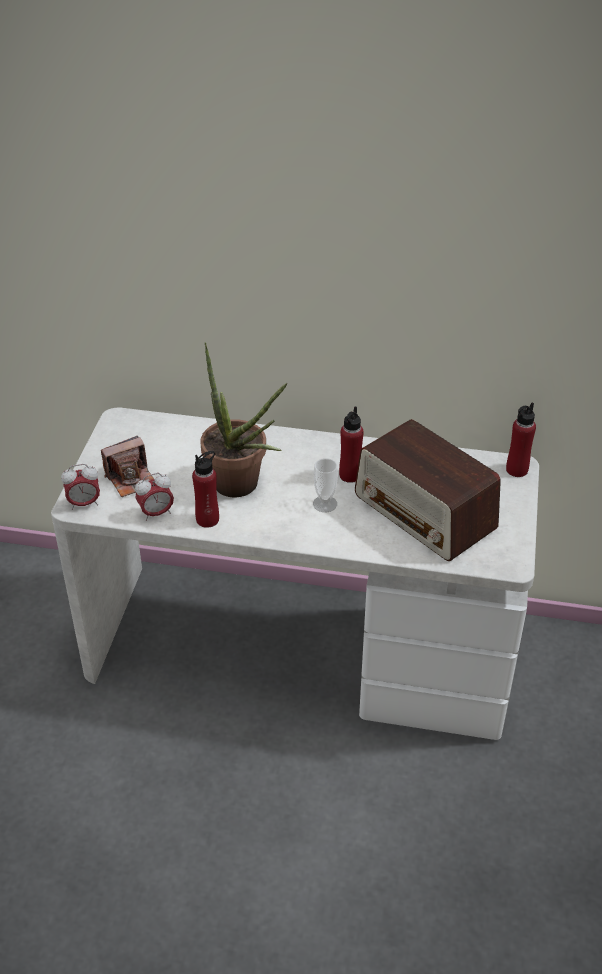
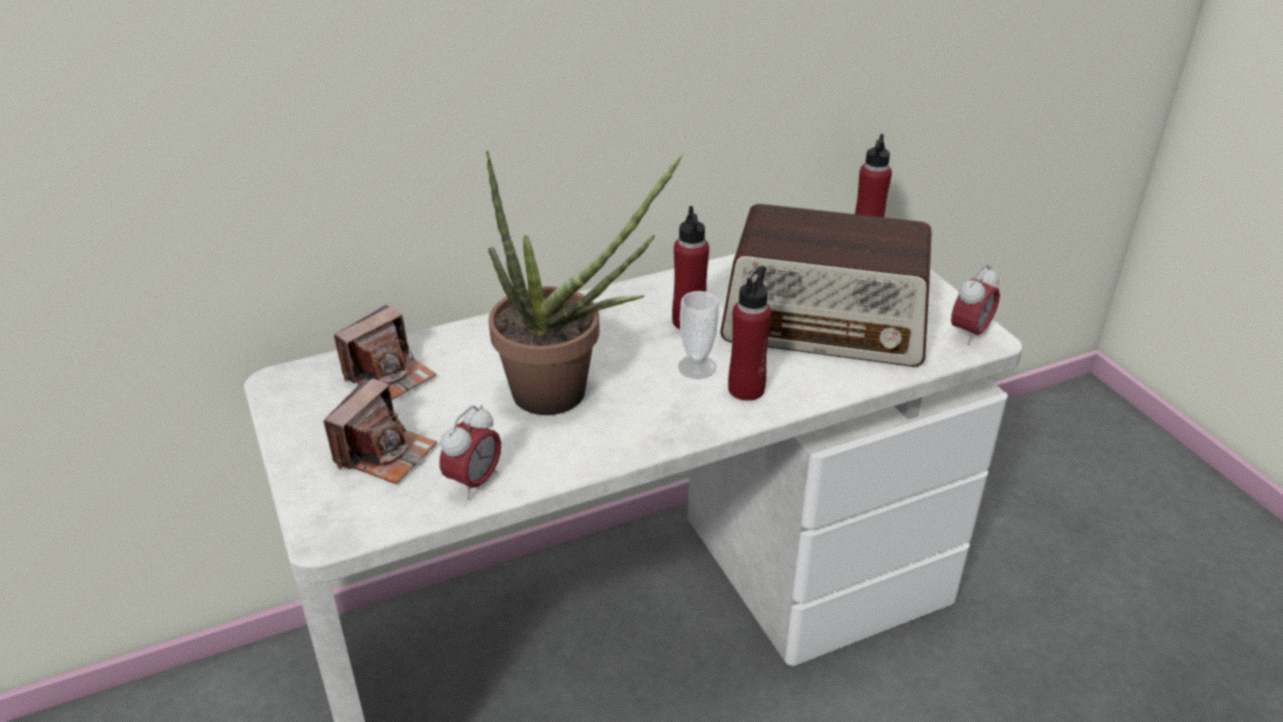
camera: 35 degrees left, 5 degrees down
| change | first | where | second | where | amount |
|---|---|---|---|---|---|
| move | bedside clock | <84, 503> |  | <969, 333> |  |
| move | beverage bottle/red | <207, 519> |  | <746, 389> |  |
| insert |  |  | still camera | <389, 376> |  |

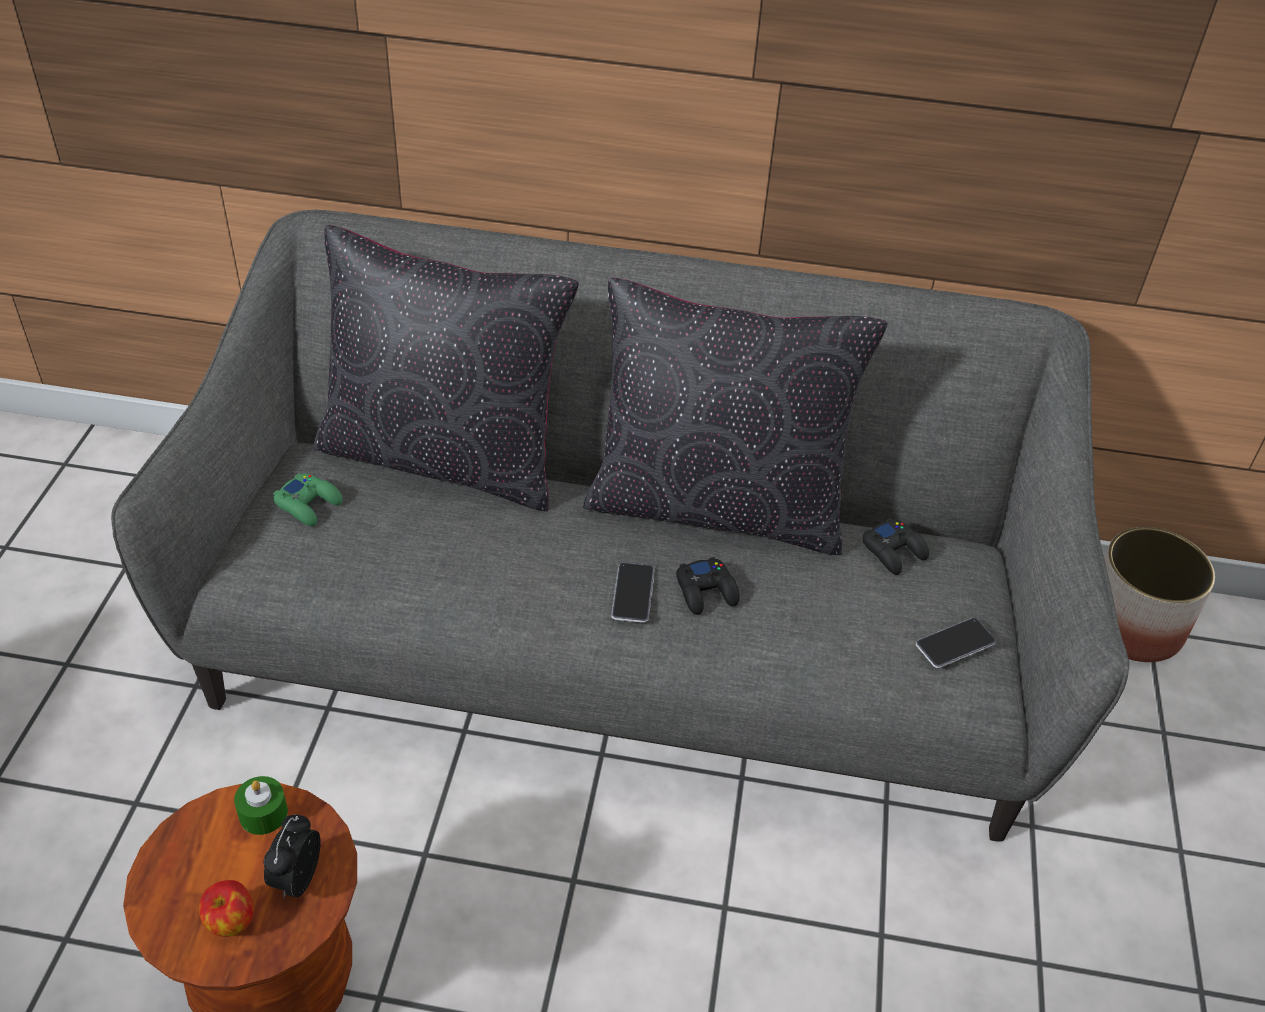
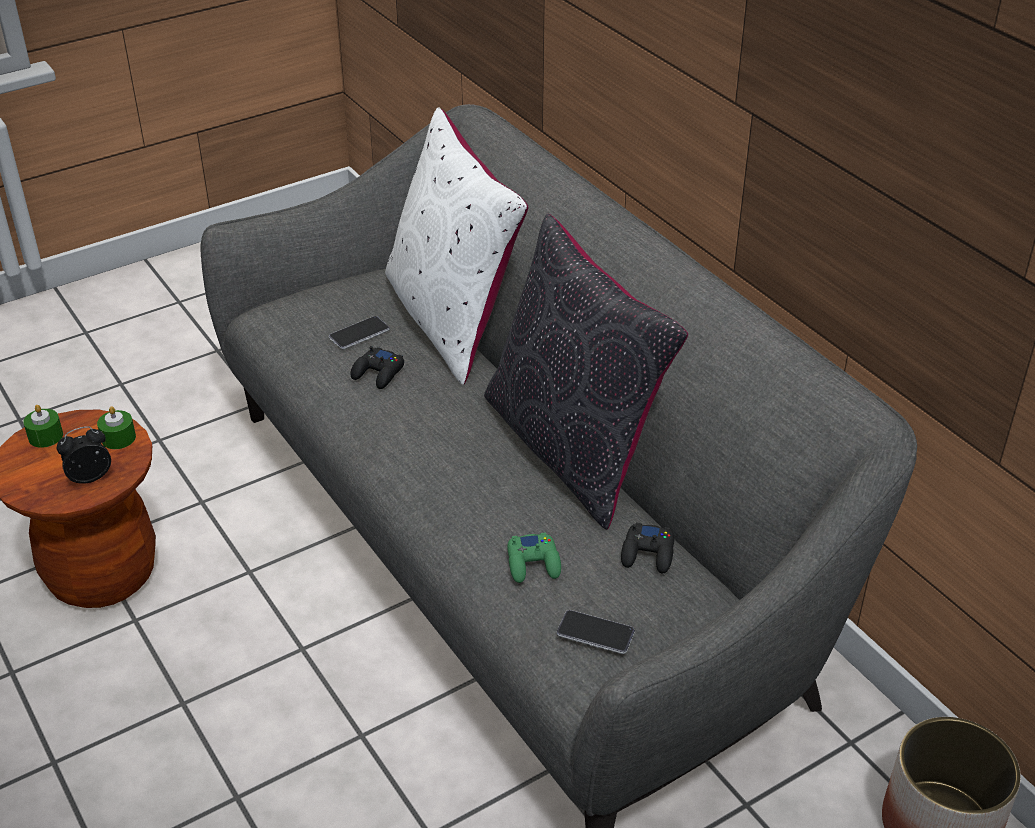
camera: 50 degrees right, 5 degrees down
| change | first | where | second | where | amount |
|---|---|---|---|---|---|
| delete | apple fruit | <230, 921> |  |  |  |
| move | game controller/greenish | <309, 504> |  | <533, 563> |  |
| recolor | throw pillow/blackish | <444, 456> | throw pillow/white | <452, 319> |  |
| move | telephone | <633, 593> |  | <359, 334> |  |
| move | game controller/blackish | <706, 591> |  | <378, 373> |  |
| insert |  |  | wax light/greenish | <45, 436> |  |

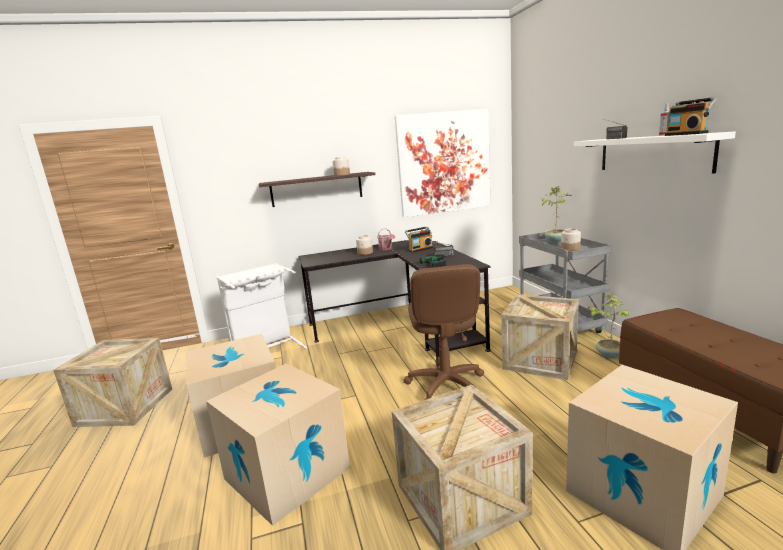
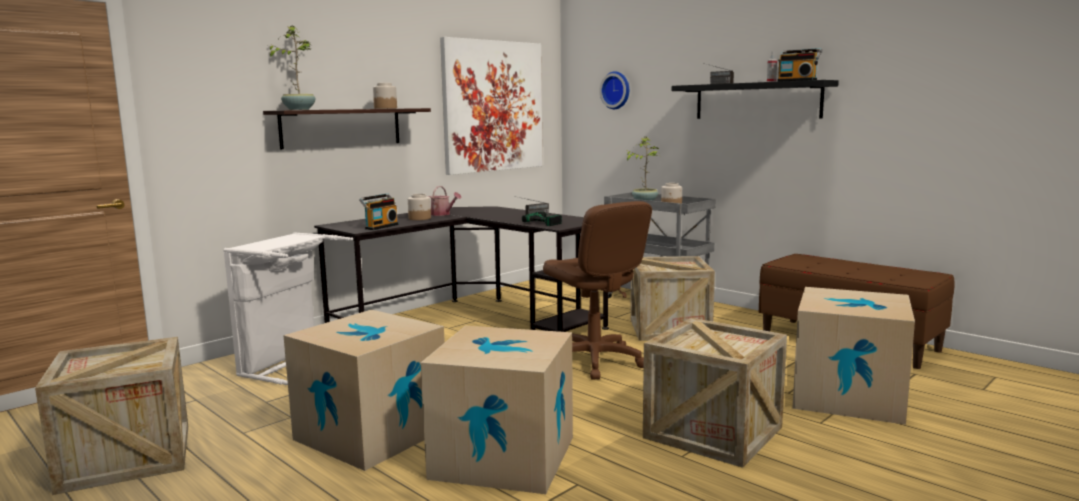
camera: 30 degrees left, 5 degrees down
| change | first | where | second | where | amount |
|---|---|---|---|---|---|
| move | radio | <420, 249> |  | <380, 226> |  |
| recolor | bracket shelf/white | <652, 153> | bracket shelf/blackish | <756, 101> |  |
| move | plant in a pot | <609, 354> |  | <299, 109> |  |
| insert |  |  | wall clock | <616, 90> |  |

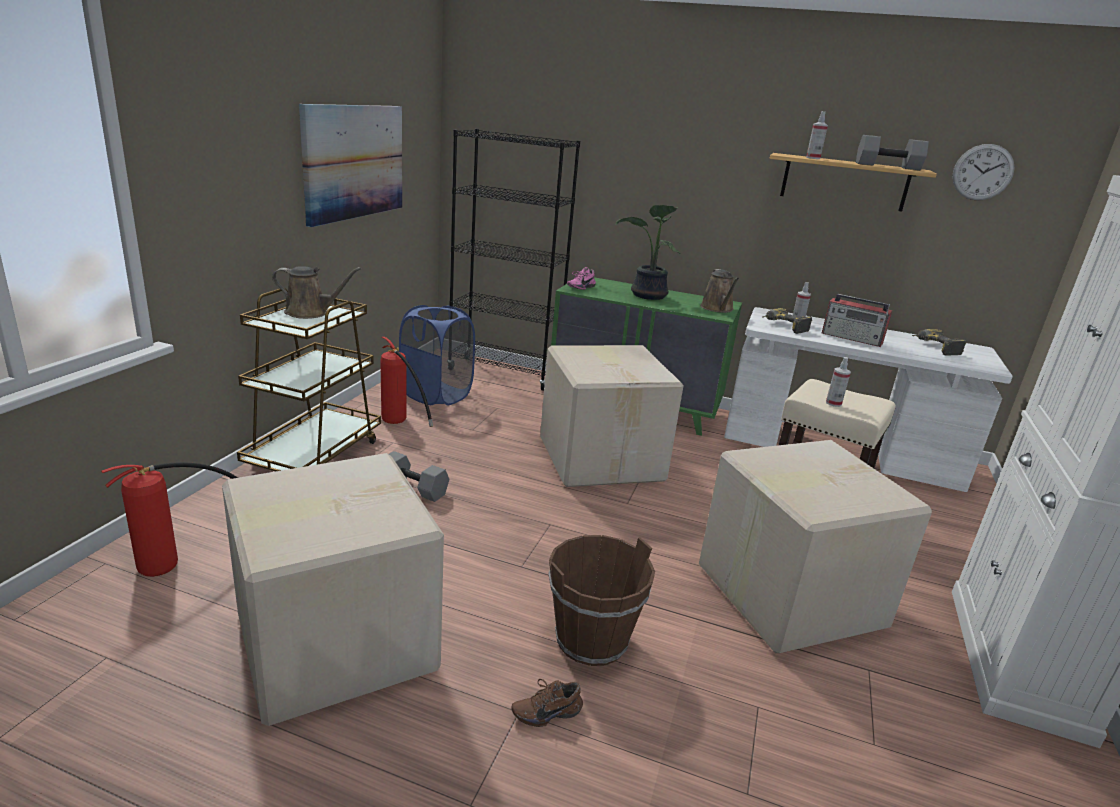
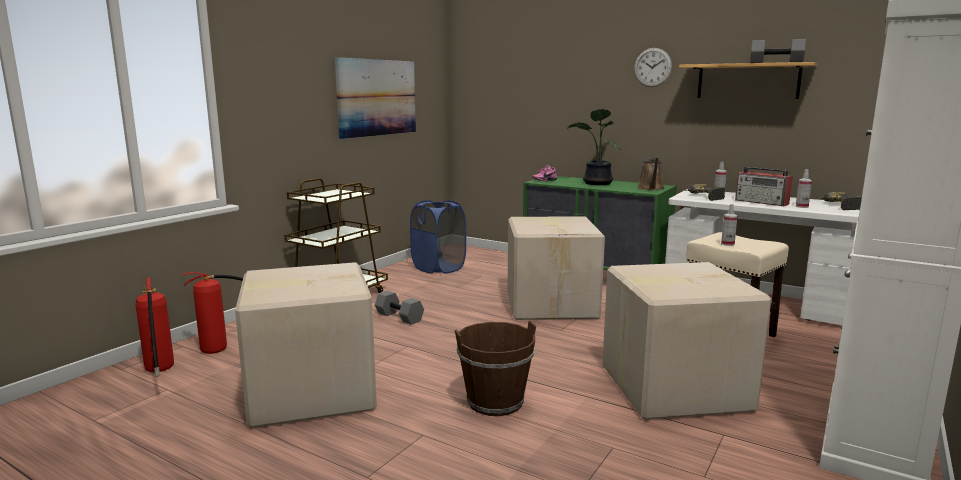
camera: 15 degrees right, 10 degrees down
| change | first | where | second | where | amount |
|---|---|---|---|---|---|
| delete | watering pot/brownish | <310, 313> |  |  |  |
| move | fire extinguisher | <400, 425> |  | <159, 374> |  |
| delete | shelving unit/blackish | <503, 374> |  |  |  |
| delete | low shoe/brownish | <546, 711> |  |  |  |
| move | spray bottle | <813, 158> |  | <802, 206> |  |
| move | wall clock | <982, 172> |  | <652, 67> |  |

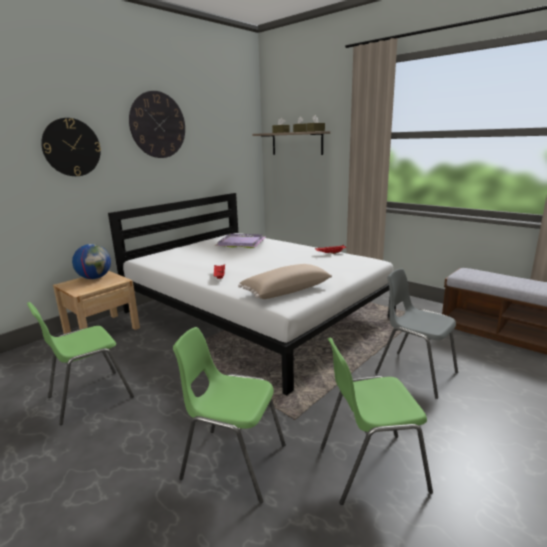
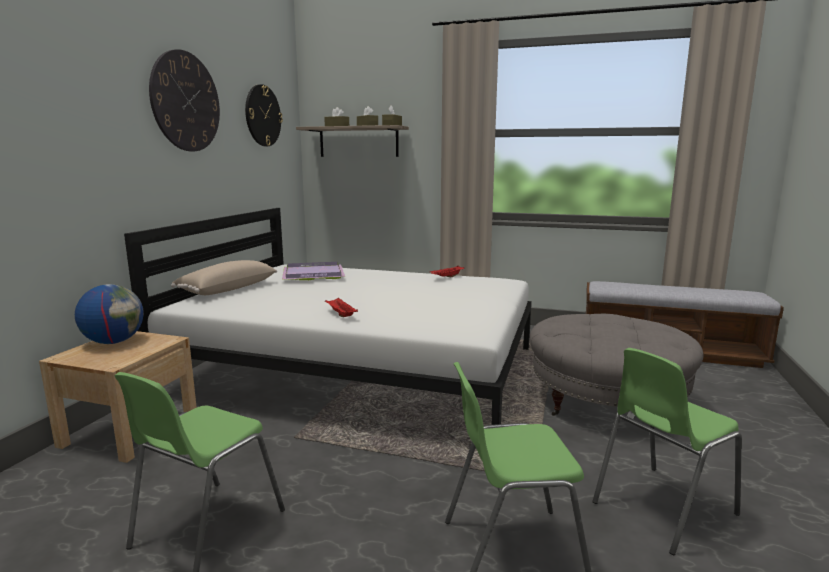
camera: 25 degrees left, 5 degrees down
| change | first | where | second | where | amount |
|---|---|---|---|---|---|
| move | wall clock | <71, 147> |  | <262, 115> |  |
| move | throw pillow/beige-coloured | <285, 291> |  | <227, 289> |  |
| replace | upright chair/grey | <415, 373> | pouffe/grey | <606, 401> |  |

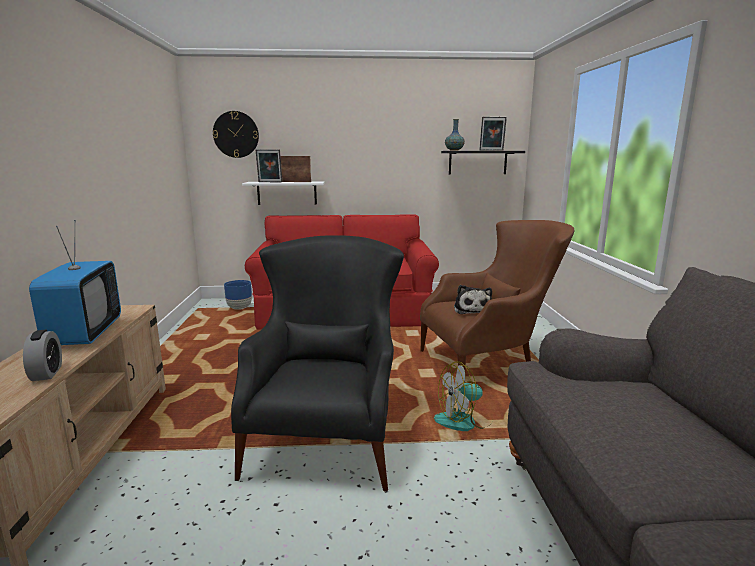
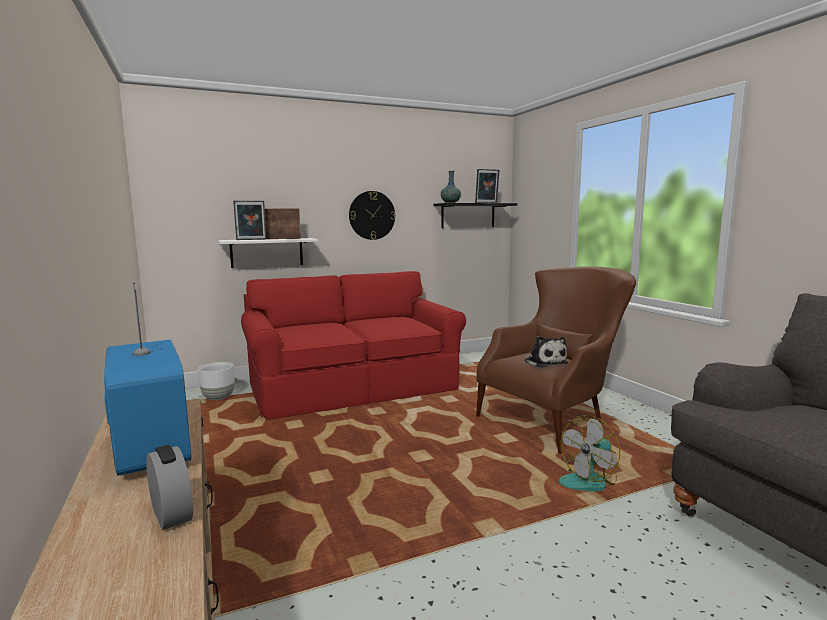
camera: 20 degrees left, 5 degrees down
| change | first | where | second | where | amount |
|---|---|---|---|---|---|
| move | wall clock | <236, 134> |  | <372, 215> |  |
| recolor | plant pot/bluish | <239, 308> | plant pot/white | <218, 398> |  |
| delete | lounge chair/blackish | <327, 435> |  |  |  |

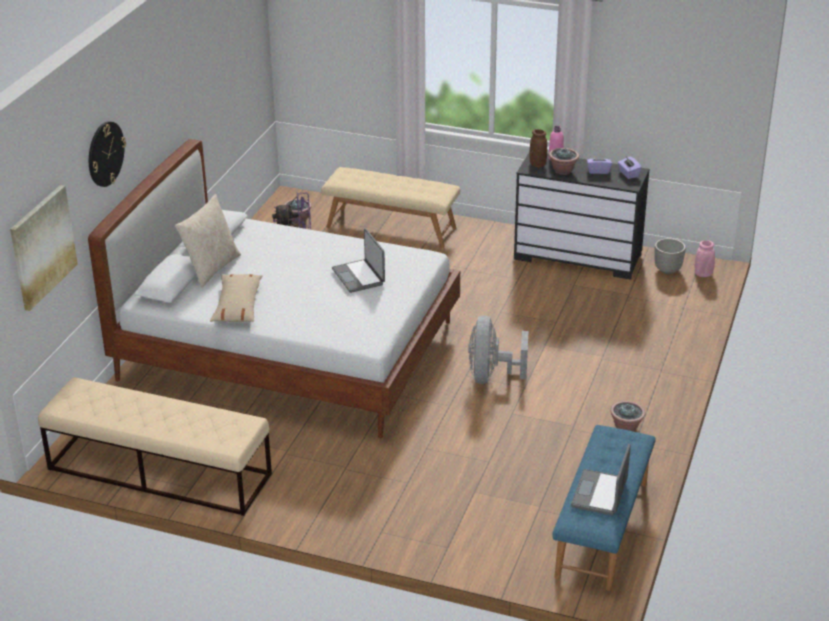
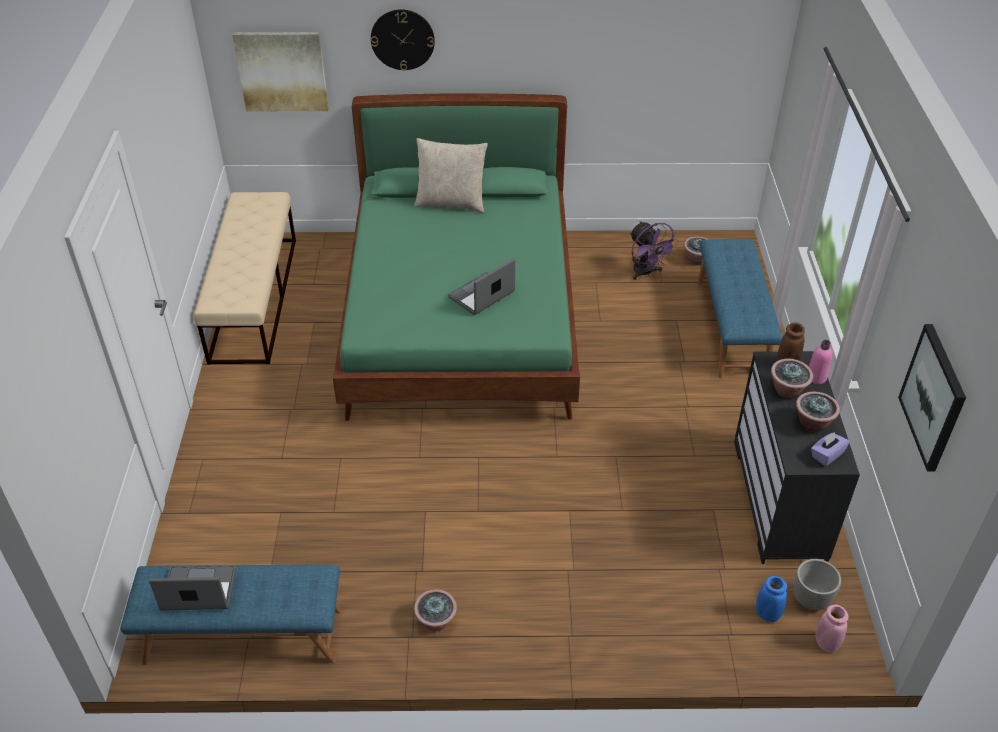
camera: 70 degrees right, 10 degrees up
| change | first | where | second | where | amount |
|---|---|---|---|---|---|
| recolor | bedroom bed/white | <289, 351> | bedroom bed/greenish | <462, 320> |  |
| delete | throw pillow/beige-coloured | <238, 306> |  |  |  |
| recolor | indoor bench/beige-coloured | <391, 227> | indoor bench/bluish | <732, 327> |  |
| delete | cooling fan/grey | <491, 376> |  |  |  |
| replace | tissue box/purplish | <598, 171> | plant in a pot | <812, 424> |  |
| insert |  |  | flower vase/bluish | <767, 614> |  |
| insert |  |  | picture | <933, 397> |  |

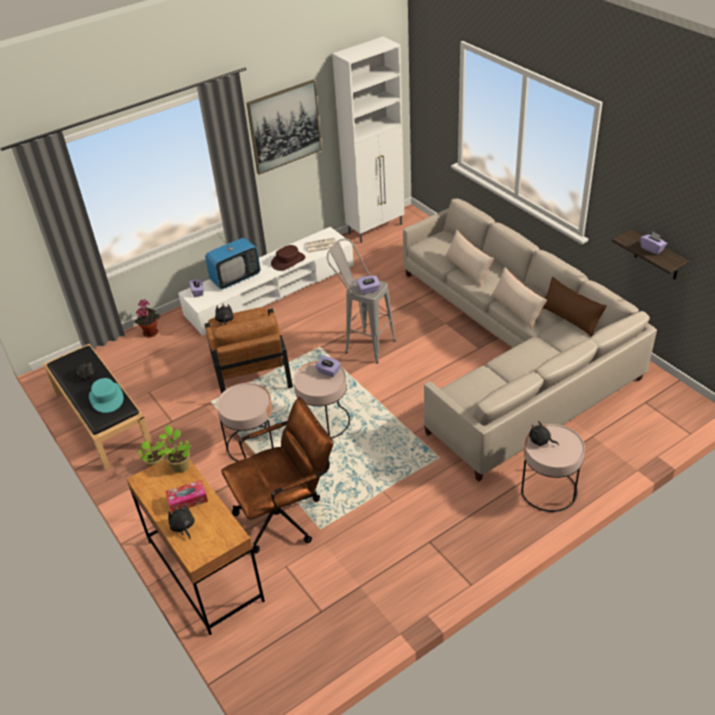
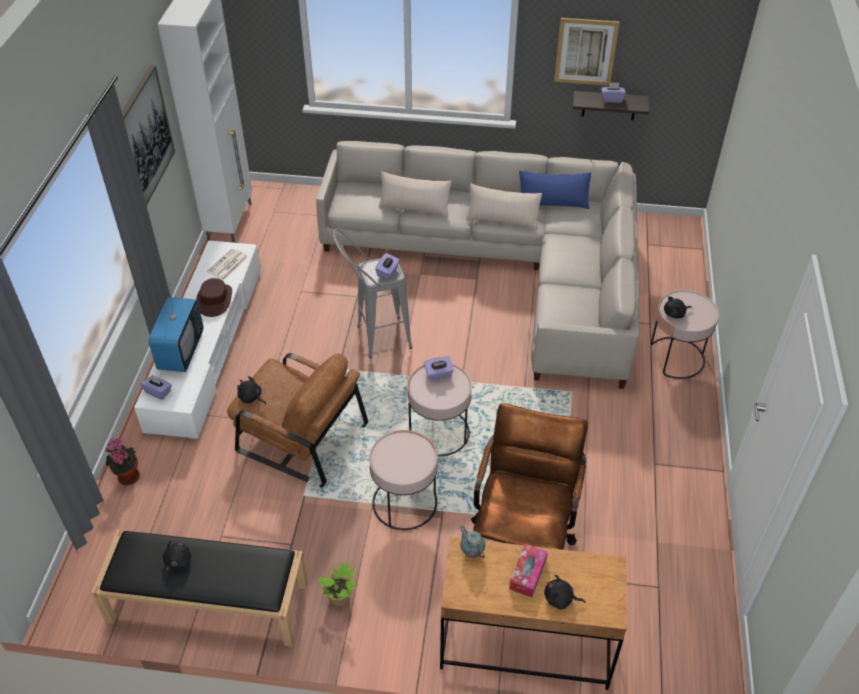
camera: 50 degrees left, 5 degrees up
| change | first | where | second | where | amount |
|---|---|---|---|---|---|
| delete | hat/turquoise | <106, 398> |  |  |  |
| replace | plant in a pot | <180, 465> | teapot | <471, 551> |  |
| recolor | throw pillow/brownish | <570, 318> | throw pillow/bluish | <552, 202> |  |
| insert |  |  | picture | <585, 51> |  |

